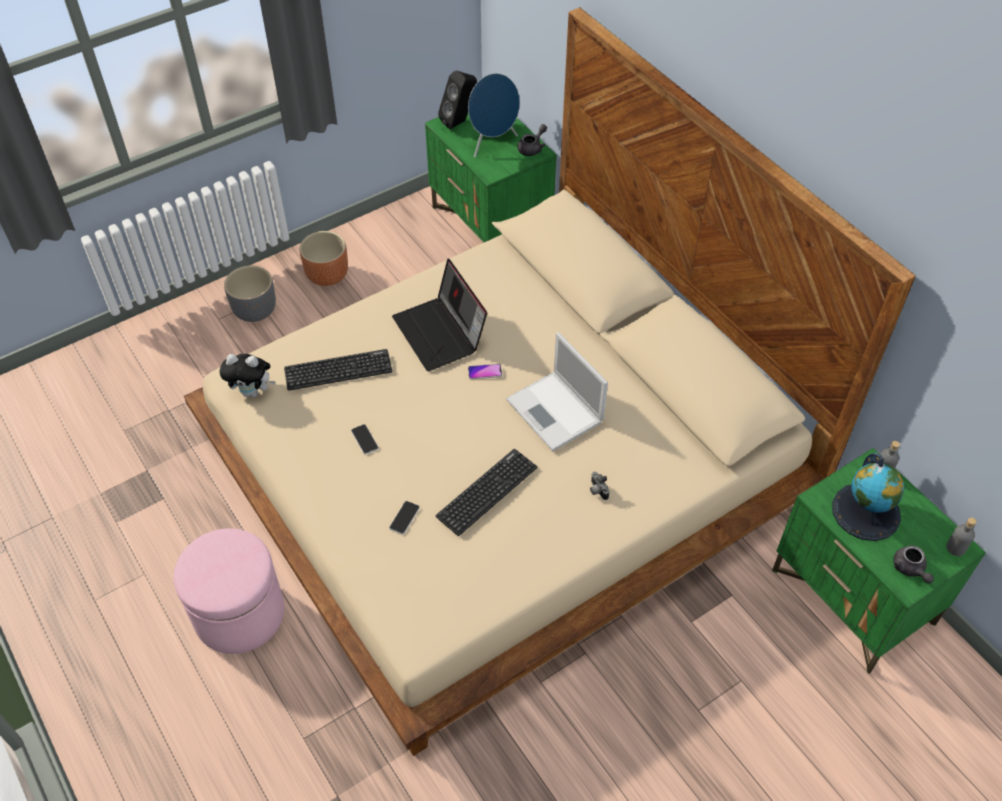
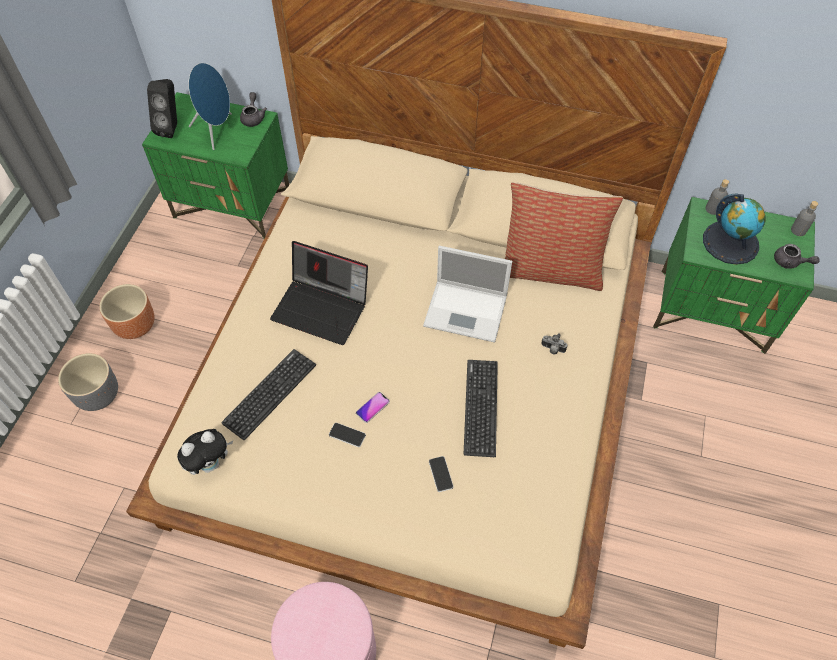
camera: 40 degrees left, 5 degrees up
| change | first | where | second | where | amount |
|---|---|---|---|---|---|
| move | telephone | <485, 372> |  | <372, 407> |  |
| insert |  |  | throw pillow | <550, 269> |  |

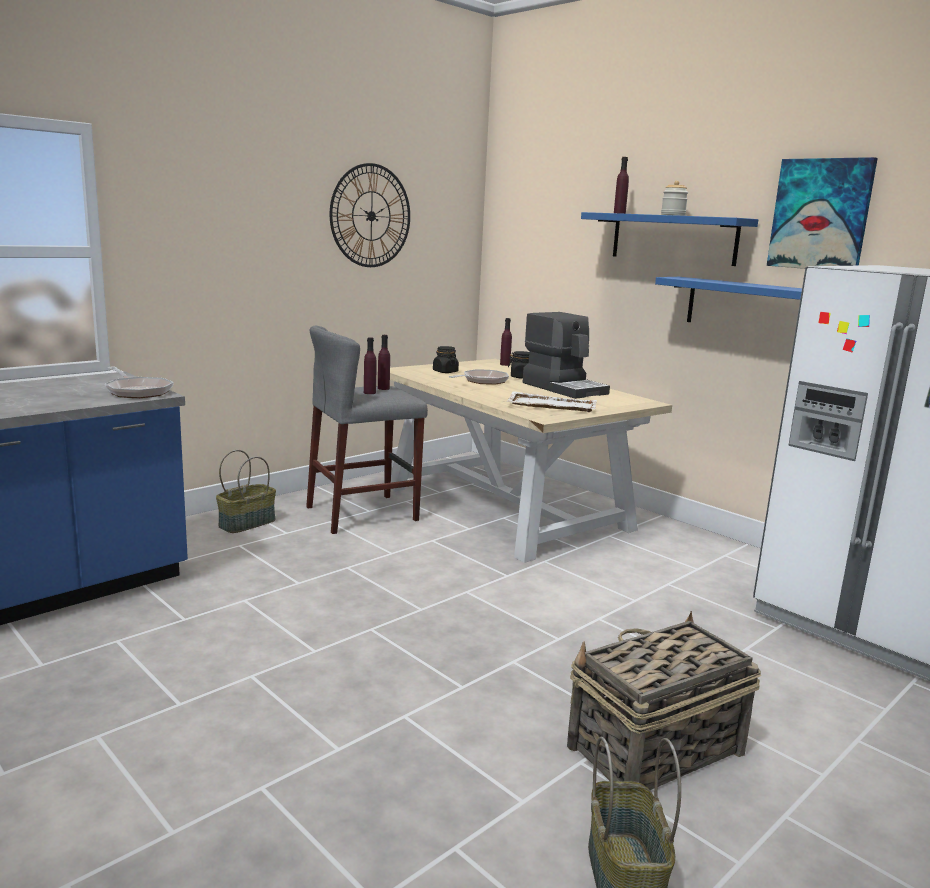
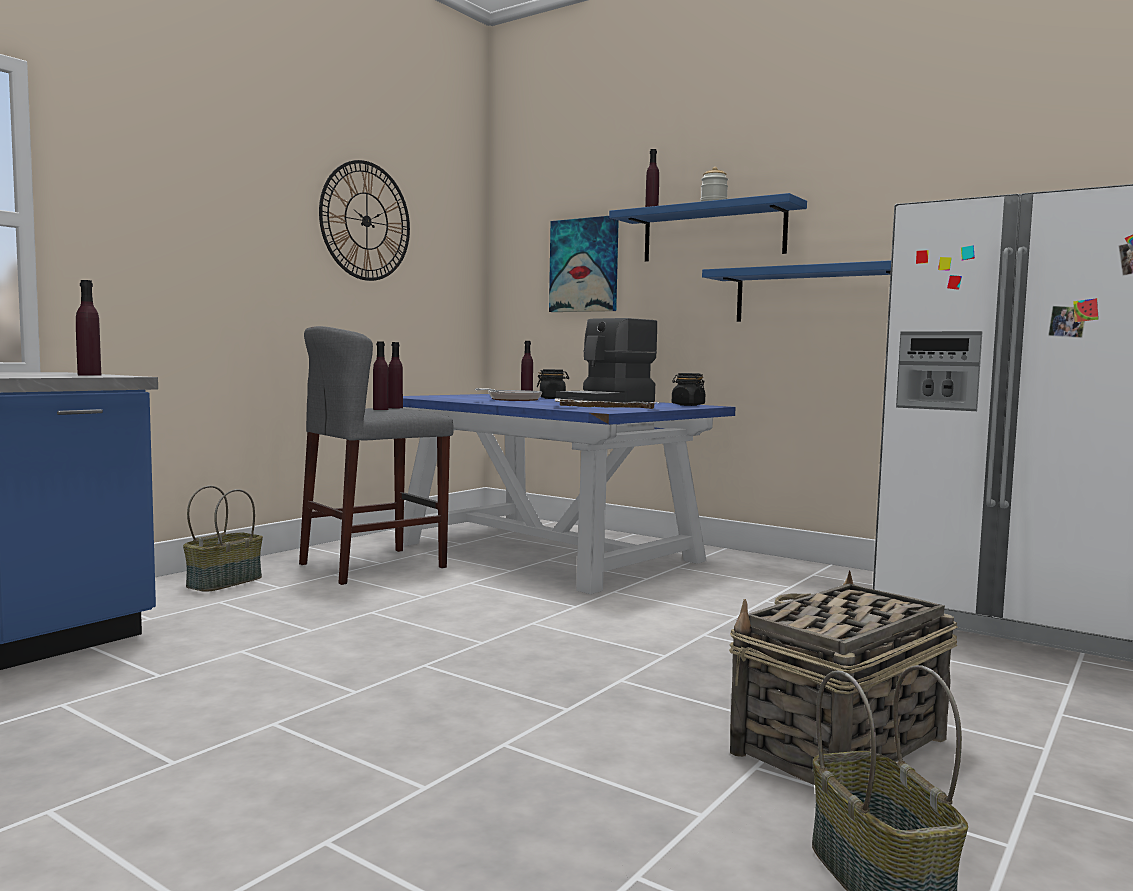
camera: 10 degrees left, 10 degrees down
| change | first | where | second | where | amount |
|---|---|---|---|---|---|
| replace | frying pan | <137, 391> | beverage bottle/purplish | <89, 375> |  |
| recolor | dining table/beige-coloured | <505, 507> | dining table/bluish | <545, 551> |  |
| move | storage jar/blackish | <445, 371> |  | <687, 405> |  |
| rotate | coffee brewer | <564, 388> |  | <608, 401> | 90 degrees clockwise |
| move | picture | <820, 214> |  | <584, 265> |  |

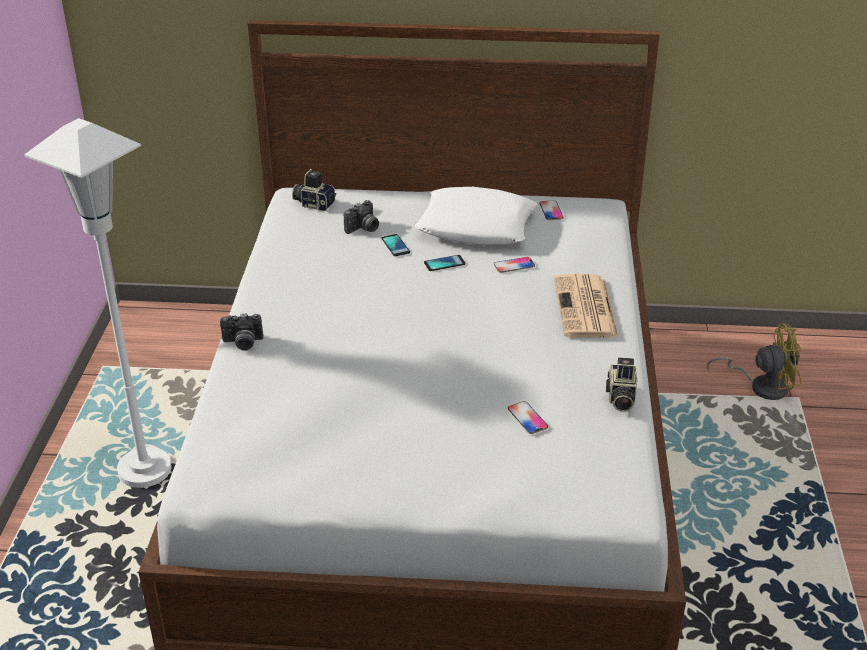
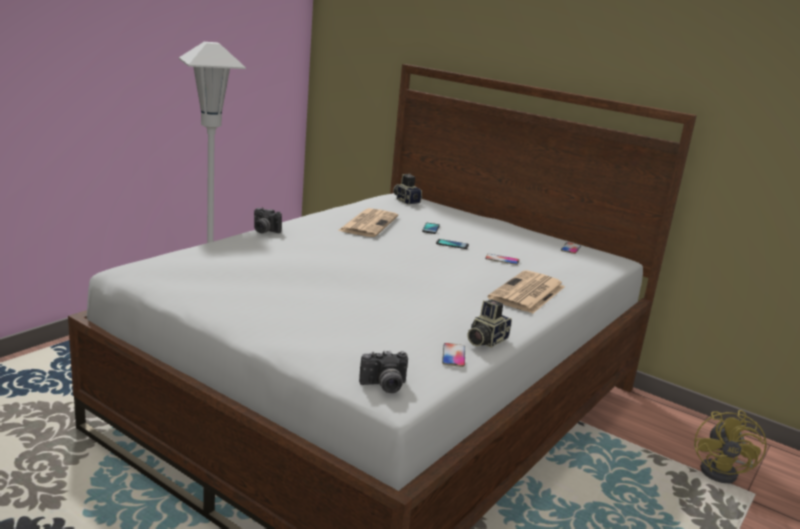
camera: 30 degrees right, 15 degrees down
| change | first | where | second | where | amount |
|---|---|---|---|---|---|
| move | still camera | <363, 229> |  | <384, 386> |  |
| delete | throw pillow/white | <476, 226> |  |  |  |
| move | telephone | <527, 418> |  | <453, 355> |  |
| rotate | cooling fan/yellow-coloured | <762, 386> |  | <724, 472> | 75 degrees clockwise |
| insert |  |  | daily paper | <368, 223> |  |

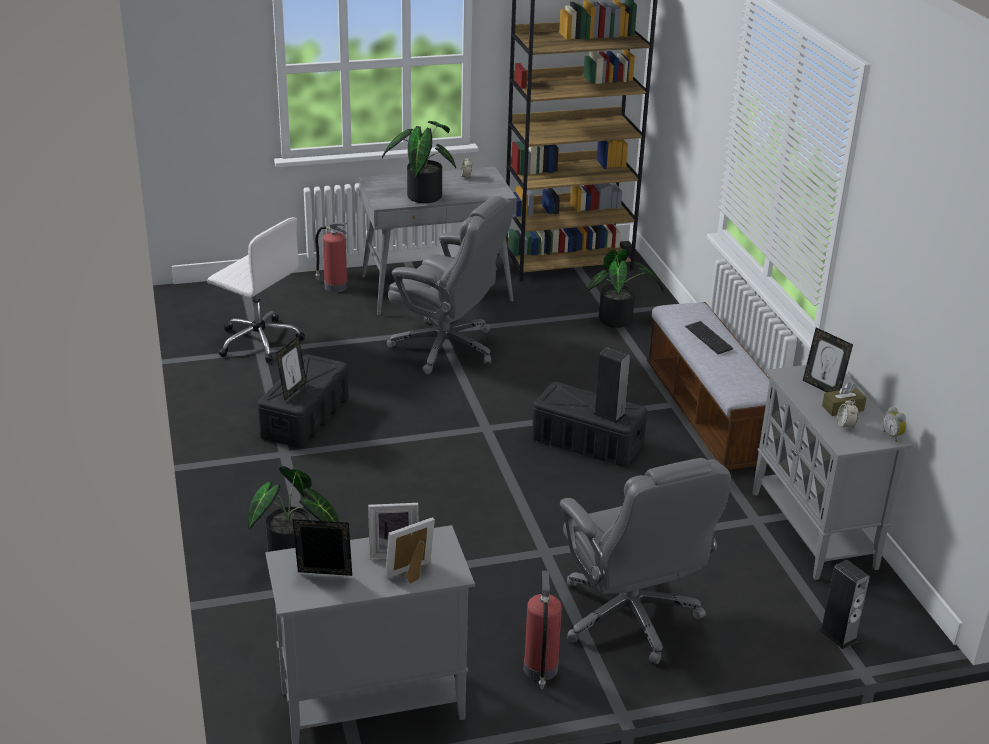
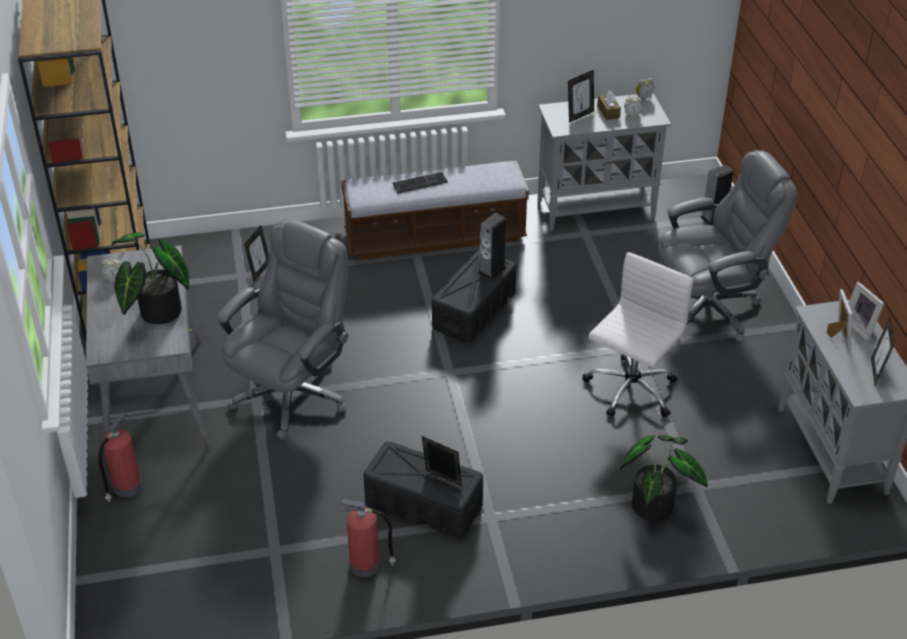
camera: 85 degrees left, 10 degrees up
| change | first | where | second | where | amount |
|---|---|---|---|---|---|
| move | office chair/white | <258, 341> |  | <630, 390> |  |
| move | fire extinguisher | <540, 670> |  | <366, 565> |  |
| replace | plant in a pot | <619, 321> | photo frame | <259, 271> |  |

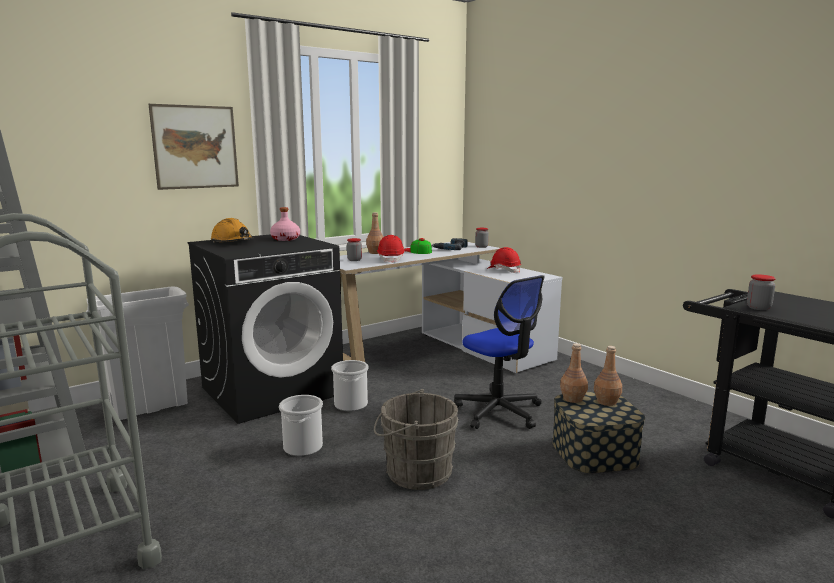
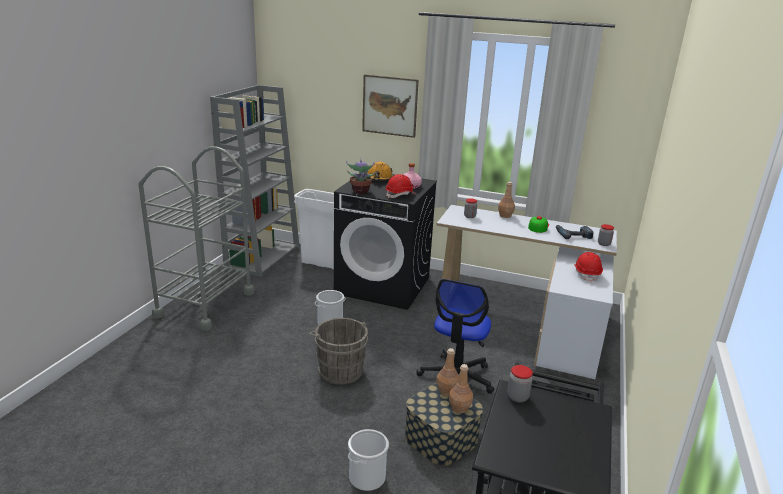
camera: 55 degrees right, 10 degrees up
| change | first | where | second | where | amount |
|---|---|---|---|---|---|
| move | pail | <351, 405> |  | <367, 478> |  |
| move | safety helmet/red | <391, 259> |  | <400, 195> |  |
| insert |  |  | plant in a pot | <360, 191> |  |

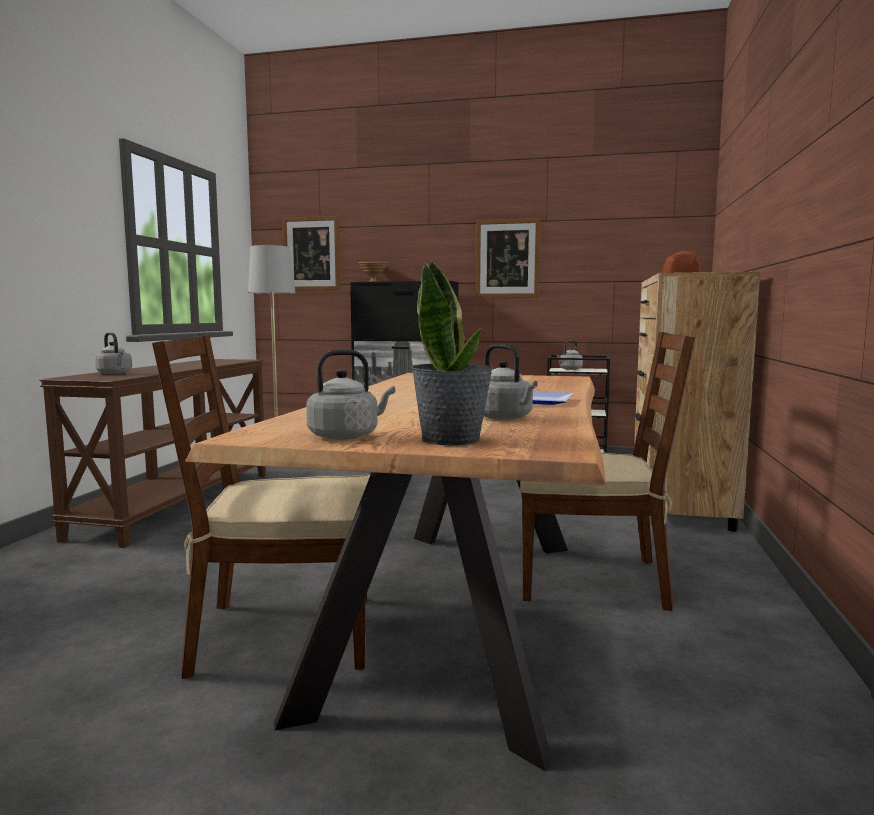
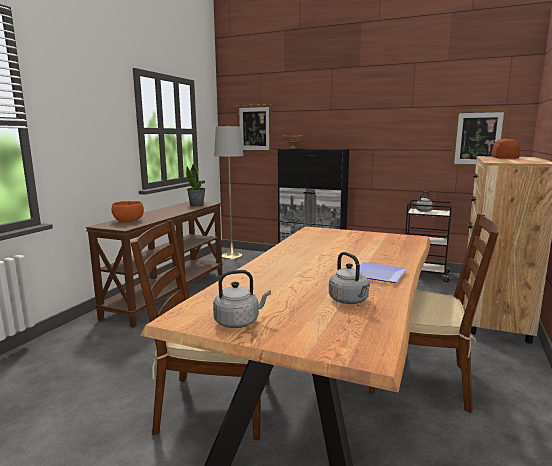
camera: 10 degrees right, 5 degrees up
| change | first | where | second | where | amount |
|---|---|---|---|---|---|
| replace | water kettle/grey | <115, 373> | serving bowl/orange | <129, 221> |  |
| move | plant in a pot | <452, 439> |  | <197, 205> |  |
| move | picture | <507, 259> |  | <478, 138> |  |

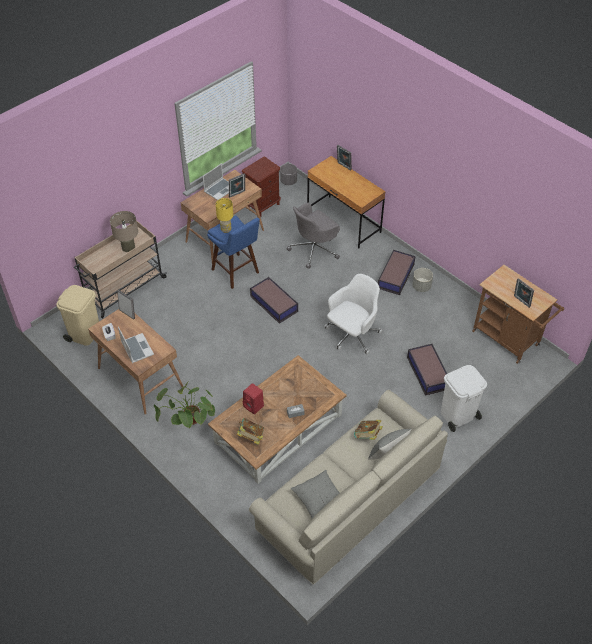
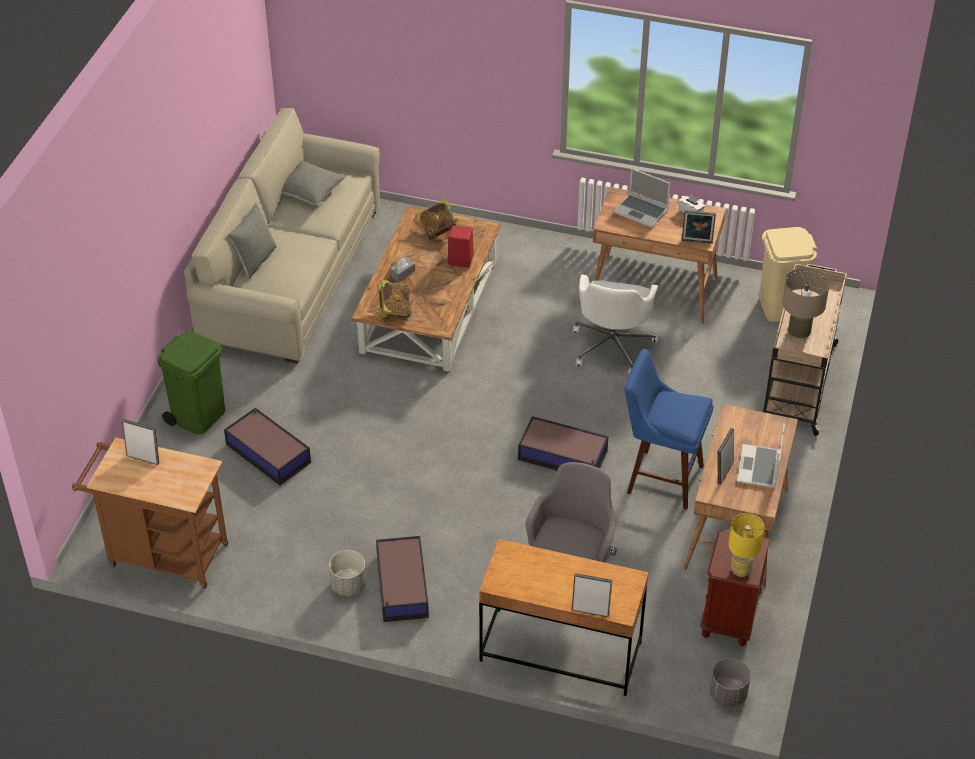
camera: 150 degrees right, 5 degrees down
| change | first | where | second | where | amount |
|---|---|---|---|---|---|
| delete | plant in a pot | <188, 424> |  |  |  |
| move | table lamp/yellow-coloured | <226, 229> |  | <741, 570> |  |
| move | office chair/white | <352, 335> |  | <612, 345> |  |
| move | bound book | <367, 436> |  | <394, 310> |  |
| recolor | trash can/white | <457, 415> | trash can/greenish | <199, 415> |  |

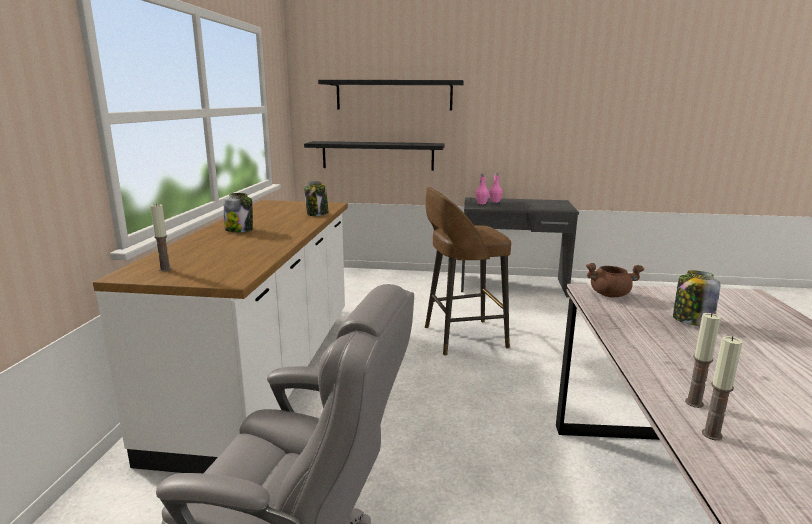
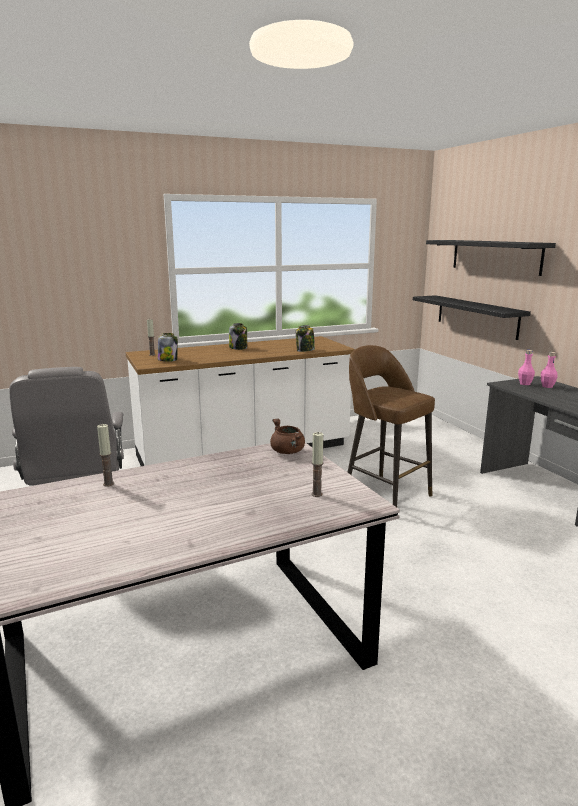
camera: 60 degrees right, 0 degrees up
| change | first | where | second | where | amount |
|---|---|---|---|---|---|
| move | storage jar | <691, 321> |  | <168, 360> |  |
| move | wax light | <711, 434> |  | <316, 494> |  |

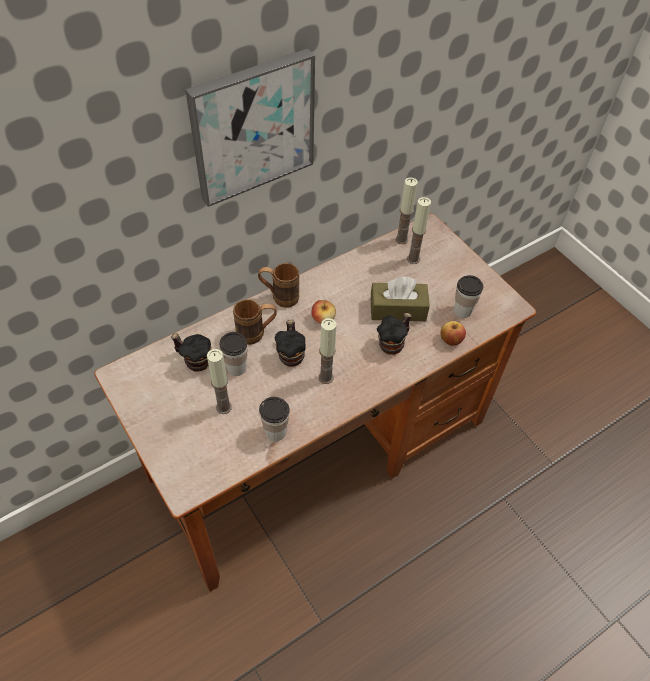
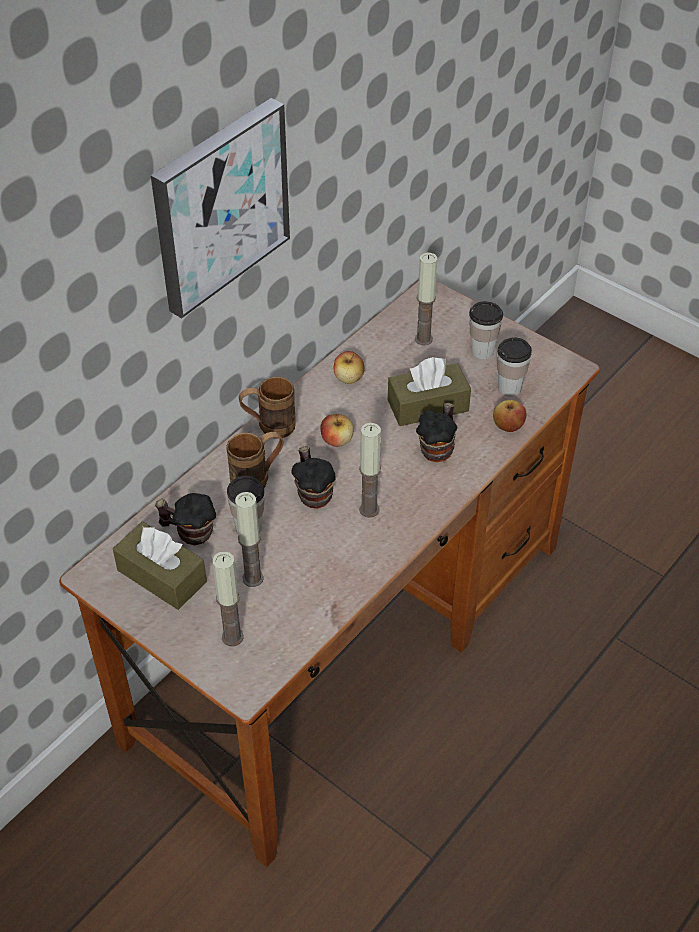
camera: 15 degrees left, 5 degrees down
| change | first | where | second | where | amount |
|---|---|---|---|---|---|
| move | cup | <275, 432> |  | <482, 351> |  |
| move | wax light | <401, 239> |  | <232, 637> |  |
| insert |  |  | tissue box/brownish | <162, 576> |  |
| insert |  |  | apple fruit | <349, 378> |  |

